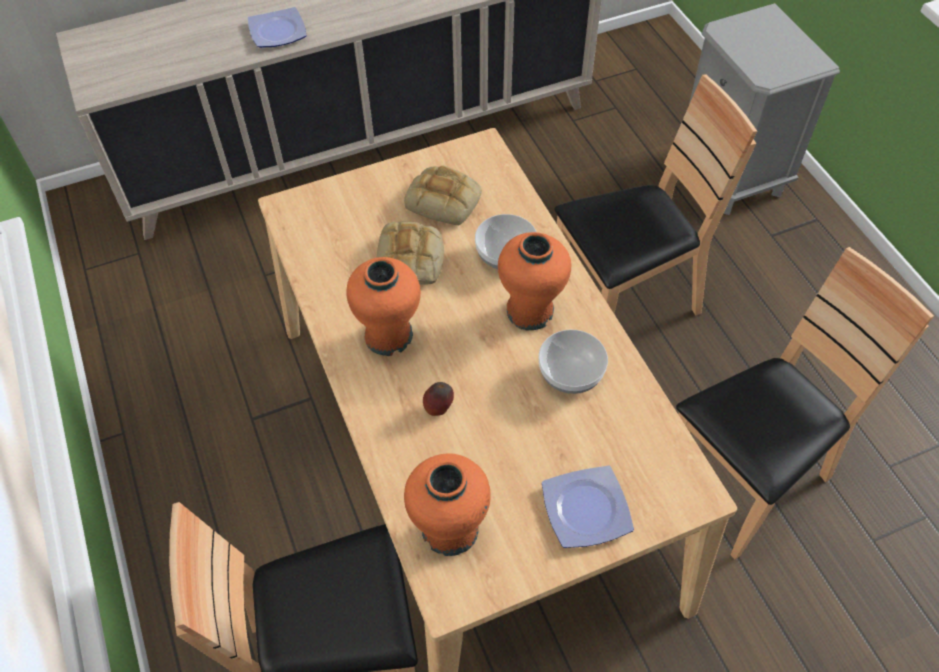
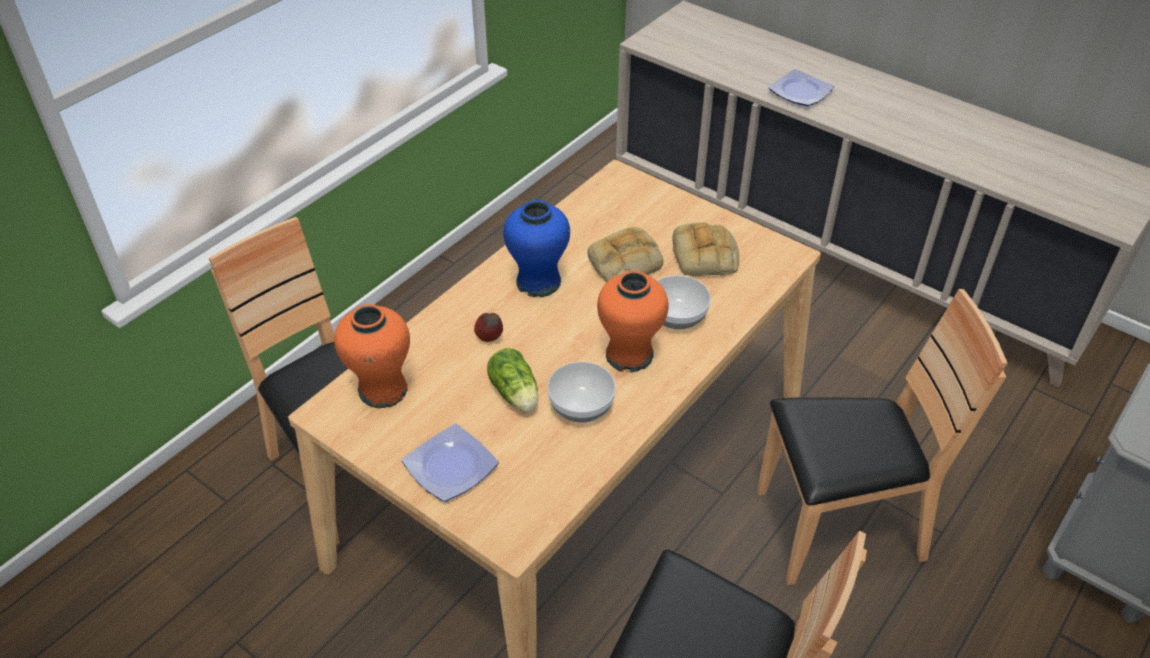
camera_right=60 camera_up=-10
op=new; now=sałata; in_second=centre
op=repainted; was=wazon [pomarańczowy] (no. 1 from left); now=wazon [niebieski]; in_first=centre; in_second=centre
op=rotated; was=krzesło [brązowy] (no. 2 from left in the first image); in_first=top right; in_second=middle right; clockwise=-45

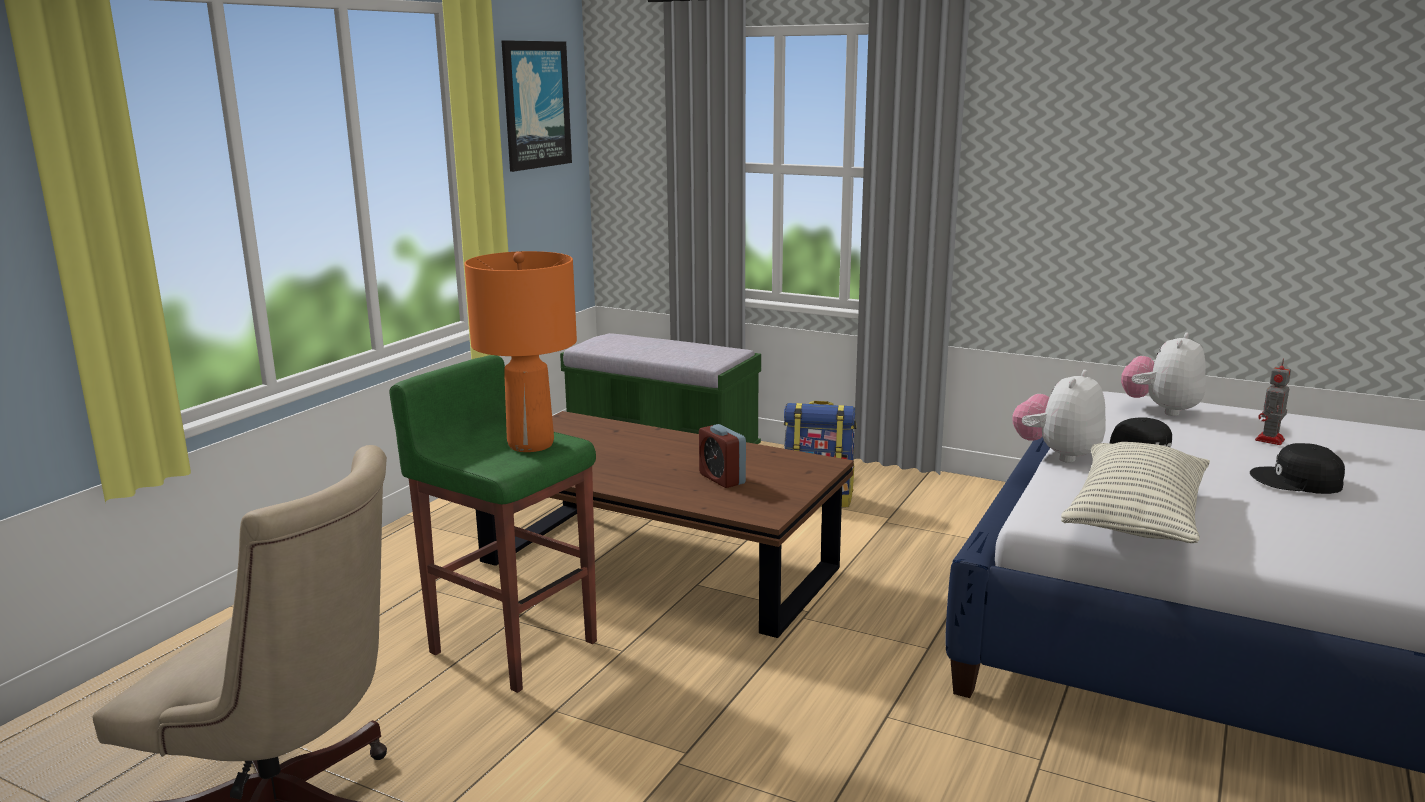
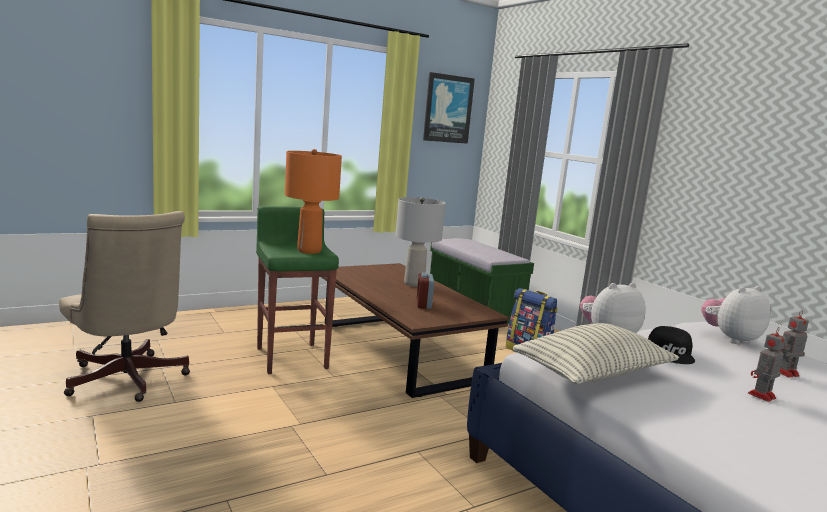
camera_right=30 camera_up=-5
op=new; now=lampa stołowa [szary]; in_second=centre
op=swapped; was=czapka z daszkiem [czarny] (no. 2 from left); now=robot zabawkowy (no. 1 from left); in_first=middle right; in_second=bottom right

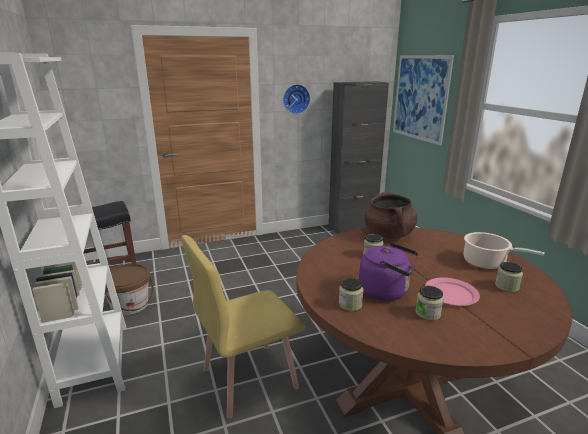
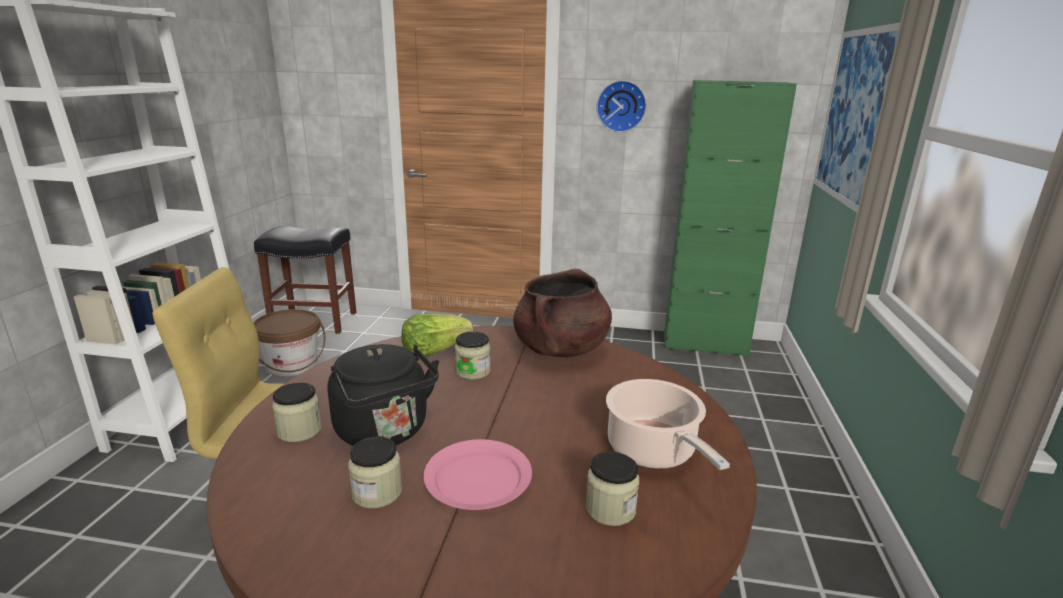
camera_right=30 camera_up=0
op=repainted; was=czajnik [fioletowy]; now=czajnik [czarny]; in_first=centre; in_second=centre
op=new; now=sałata; in_second=centre
op=repainted; was=szafka [czarny]; now=szafka [zielony]; in_first=centre; in_second=middle right

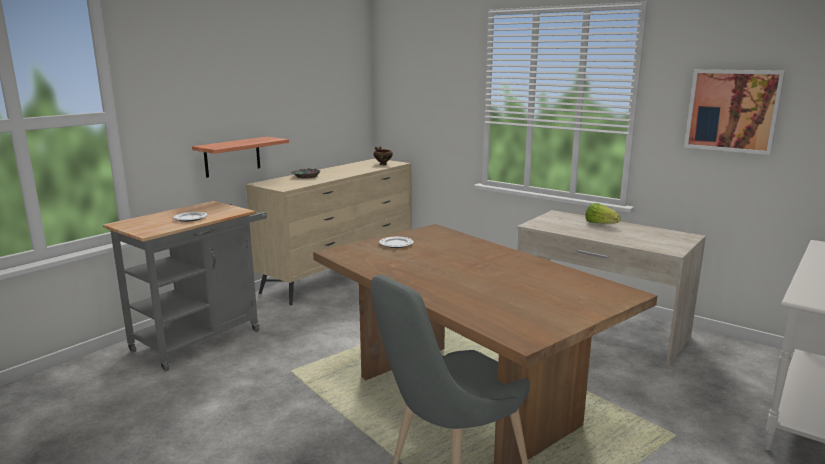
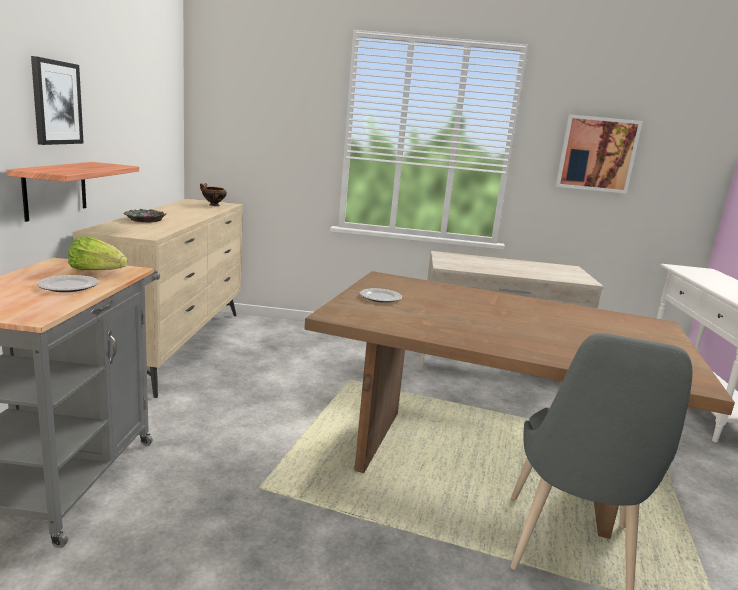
camera_right=-35 camera_up=0
op=new; now=obraz (no. 1 from left); in_second=top left
op=shifted; was=sałata; in_first=middle right; in_second=middle left

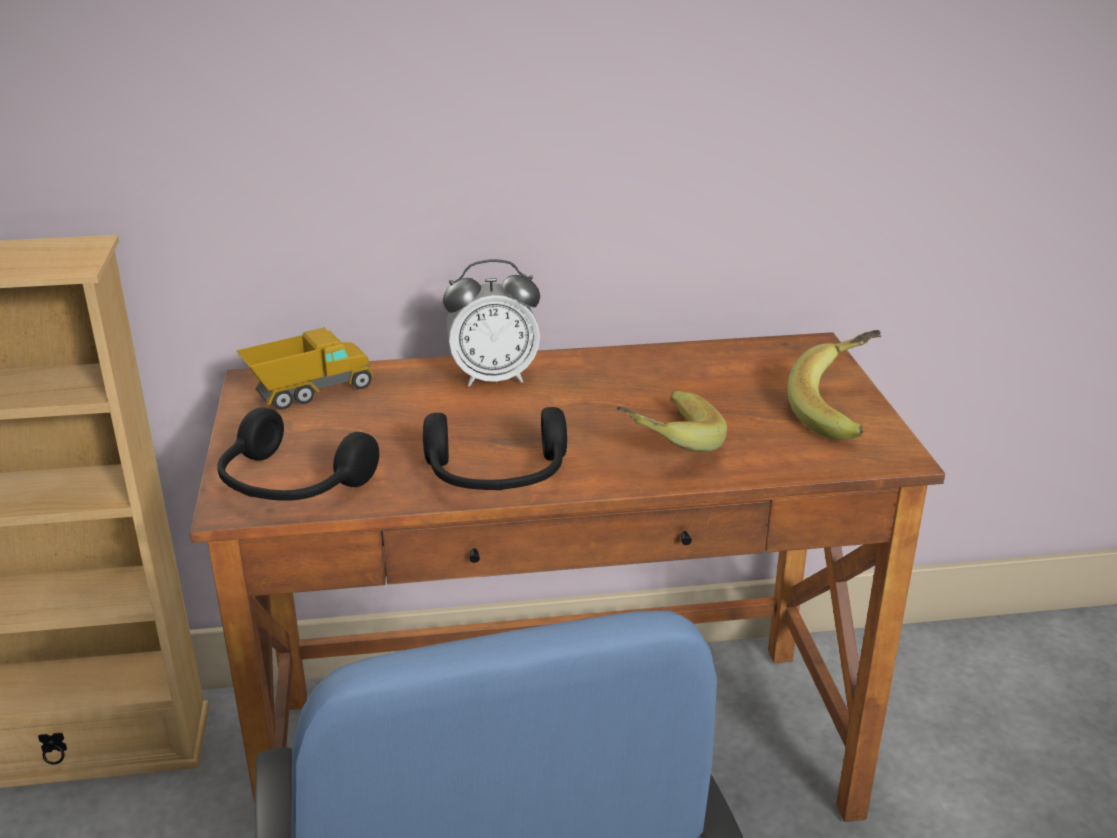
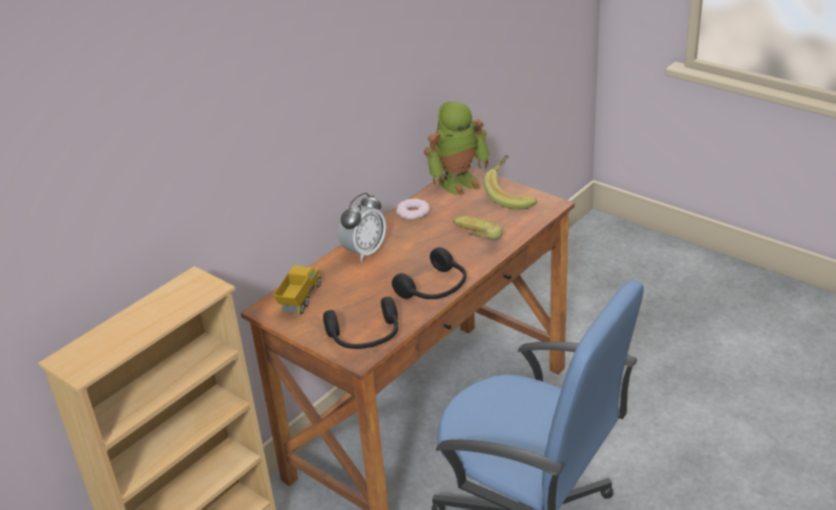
camera_right=-40 camera_up=5
op=new; now=donut; in_second=centre
op=new; now=robot zabawkowy; in_second=top centre

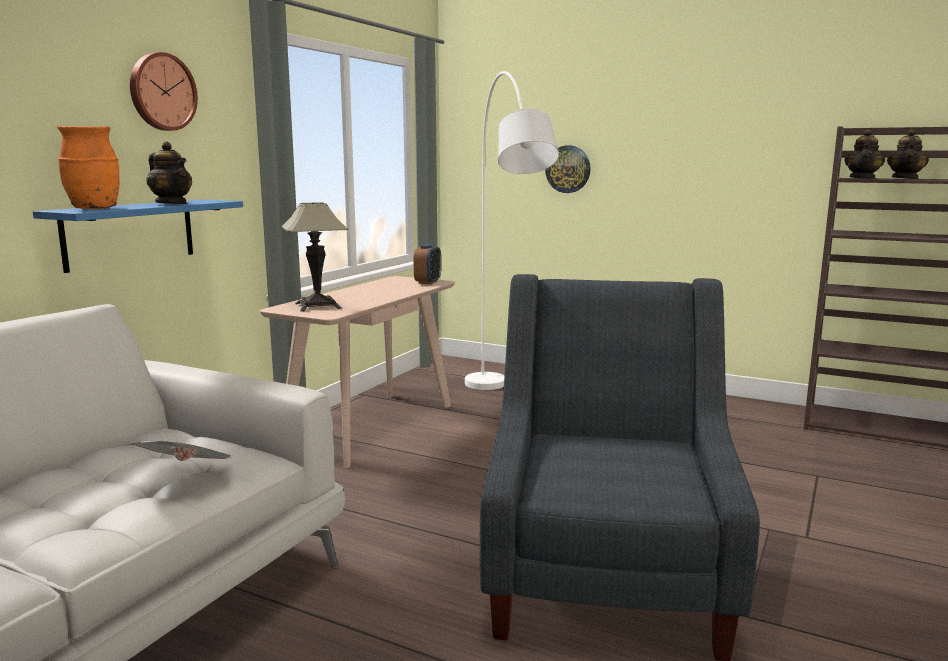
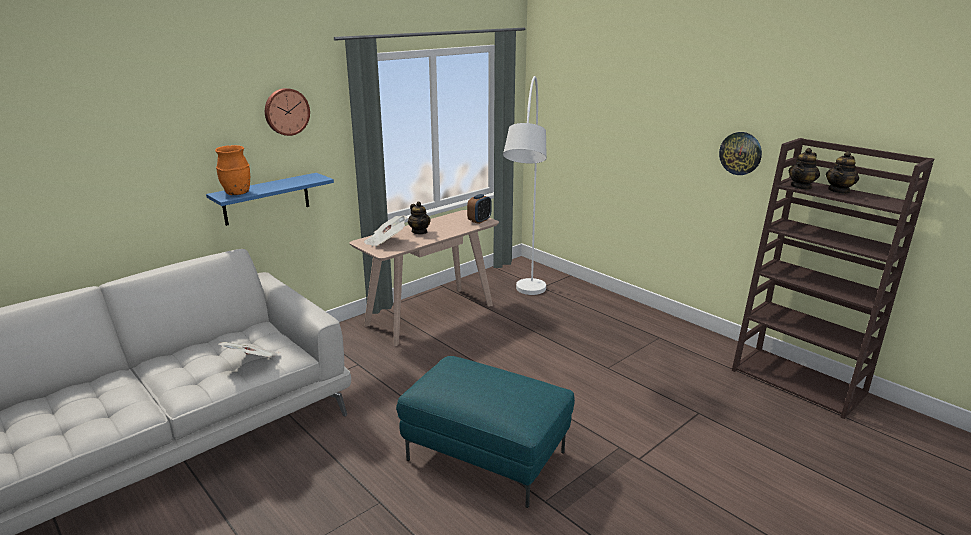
camera_right=20 camera_up=10
op=swapped; was=lampa stołowa; now=gazeta (no. 2 from left); in_first=middle left; in_second=centre
op=swapped; was=fotel [szary]; now=pufa [turkusowy]; in_first=bottom centre; in_second=bottom centre
op=shifted; was=imbryk (no. 1 from left); in_first=top left; in_second=centre
op=shifted; was=zegar ścienny (no. 2 from left); in_first=top centre; in_second=top right

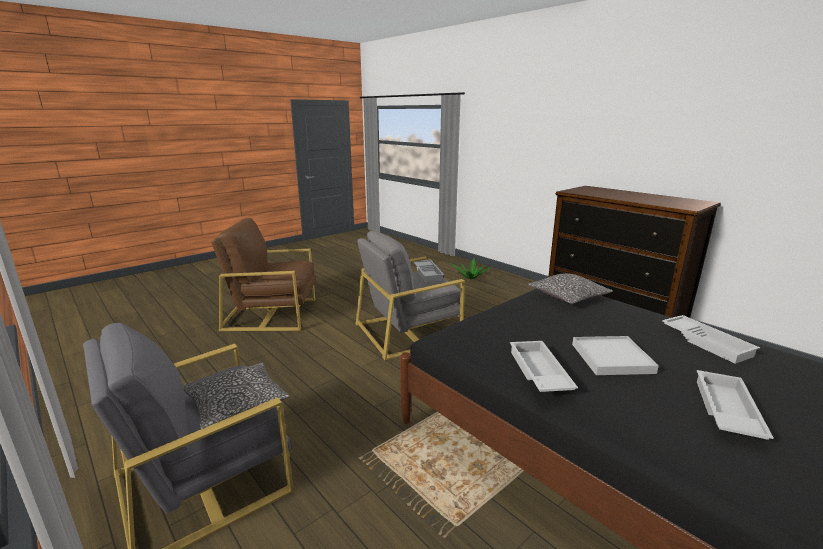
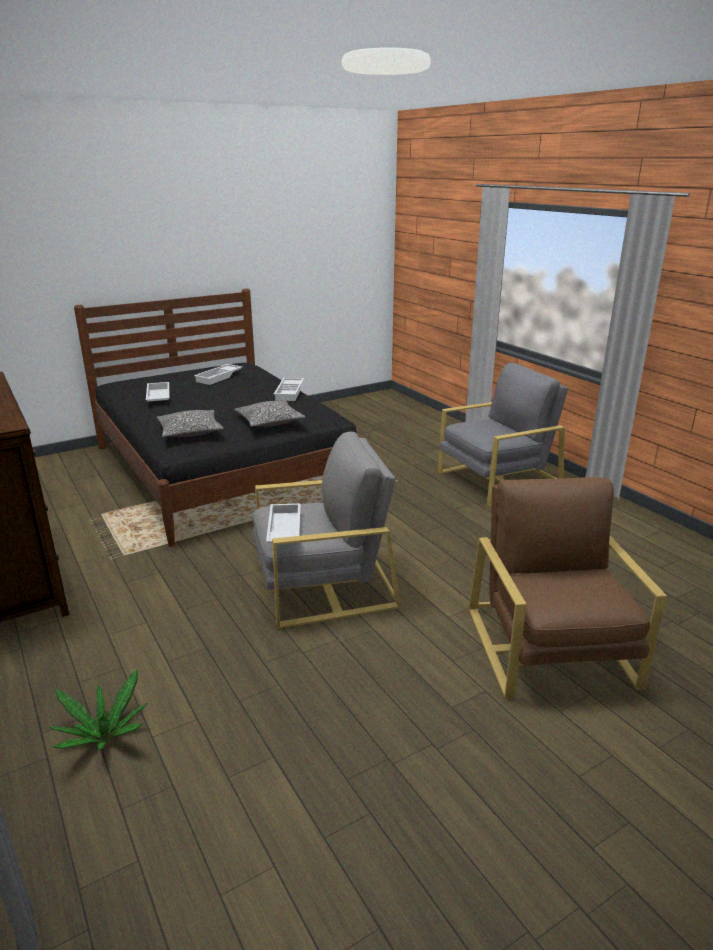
camera_right=-170 camera_up=5
op=shifted; was=poduszka (no. 1 from left in the first image); now=poduszka (no. 2 from left); in_first=bottom left; in_second=centre
op=rotated; was=fotel [brązowy]; in_first=middle left; in_second=middle right; clockwise=-105
op=gone; was=taca [biały] (no. 3 from left); in_first=middle right

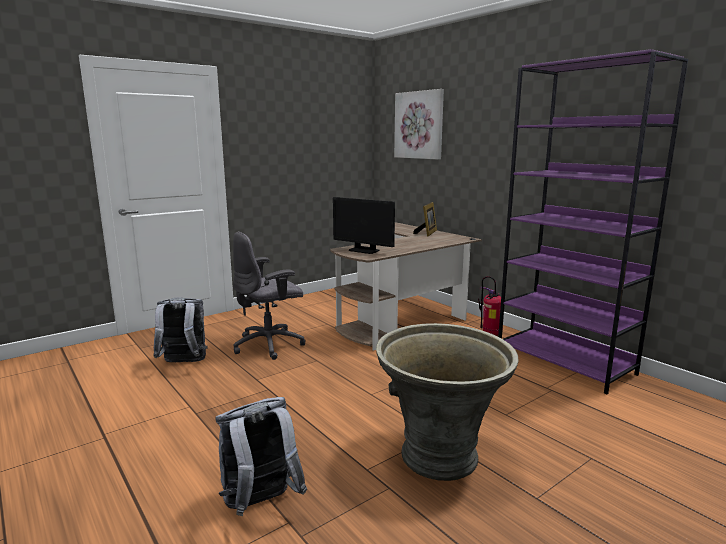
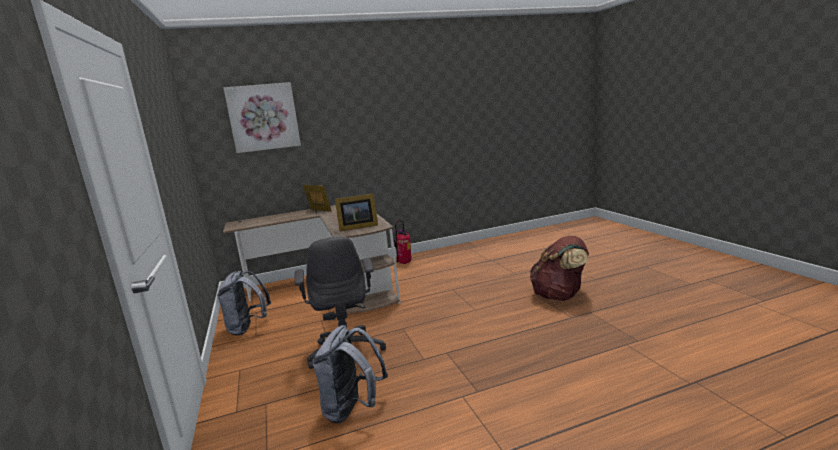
camera_right=-70 camera_up=0
op=shifted; was=plecak [szary] (no. 2 from left in the first image); now=plecak [szary] (no. 1 from left); in_first=bottom centre; in_second=bottom left
op=swapped; was=monitor; now=ramka na zdjęcie (no. 2 from left); in_first=centre; in_second=centre
op=swapped; was=donica [szary]; now=plecak [brązowy]; in_first=bottom centre; in_second=middle right
op=gone; was=regał [fioletowy]; in_first=middle right

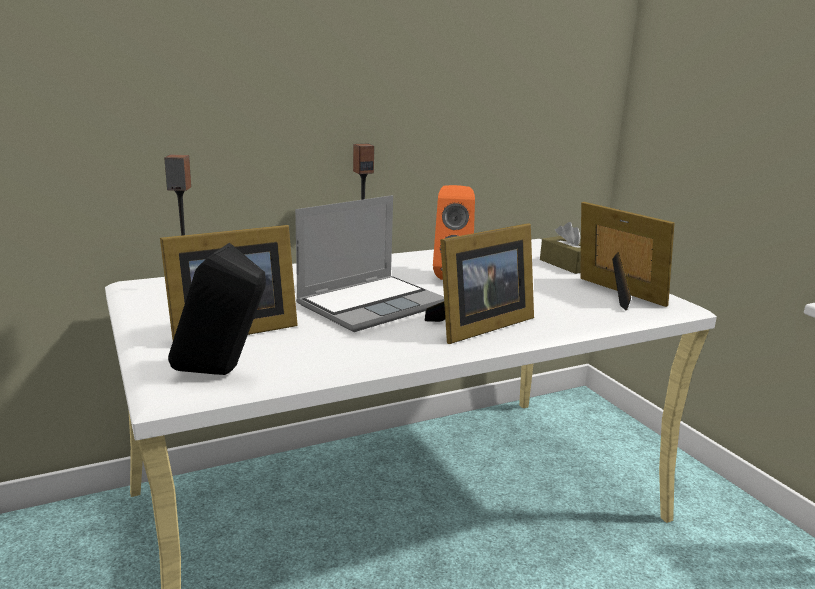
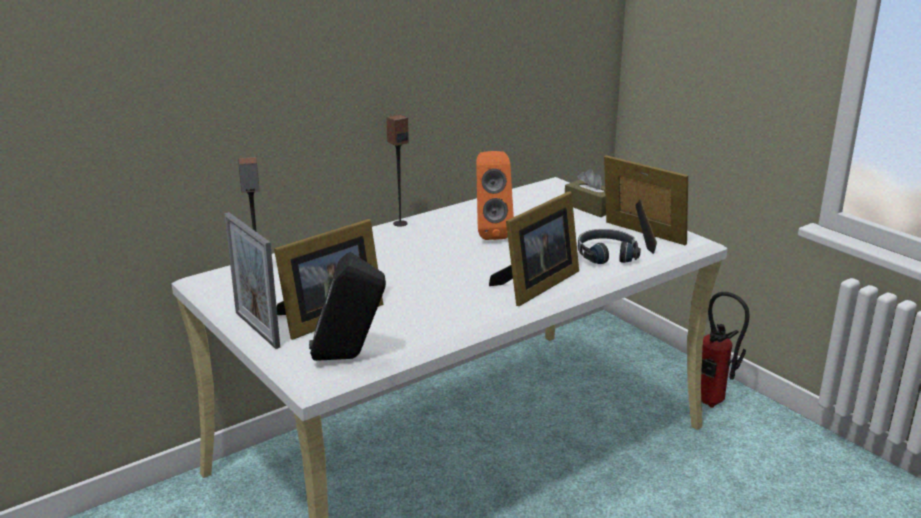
camera_right=-10 camera_up=5
op=new; now=ramka na zdjęcie (no. 1 from left); in_second=middle left
op=new; now=słuchawki [czarny]; in_second=centre
op=new; now=gaśnica; in_second=bottom right
op=gone; was=laptop; in_first=centre

